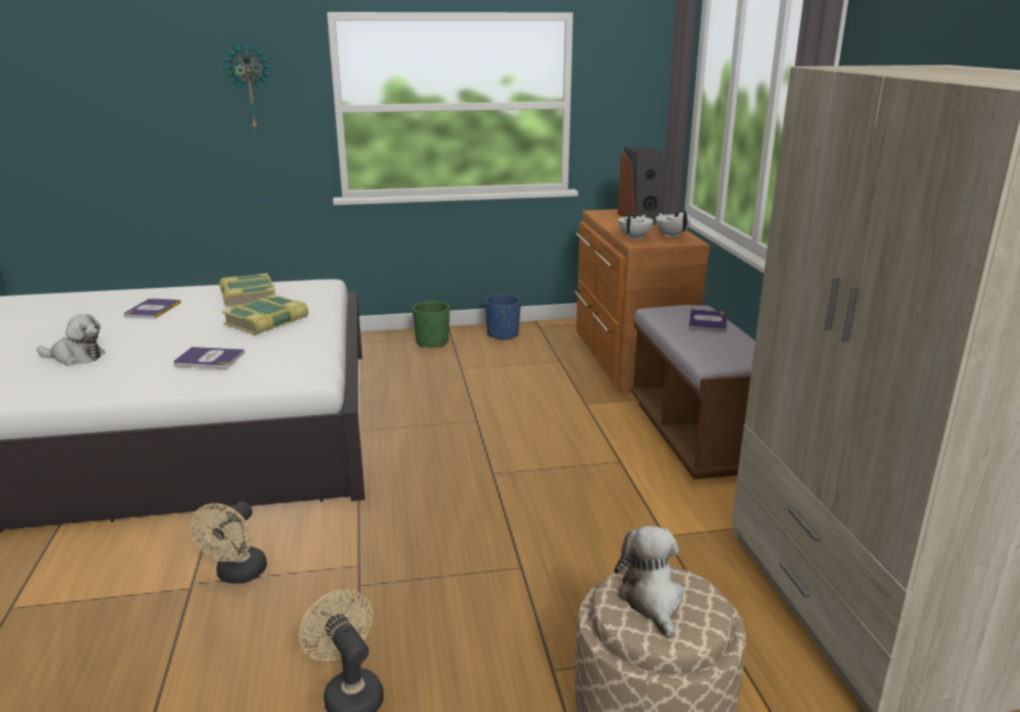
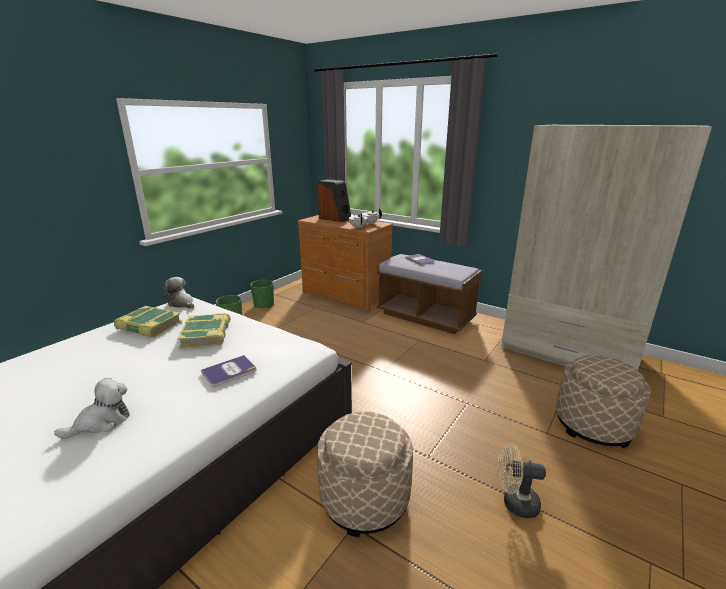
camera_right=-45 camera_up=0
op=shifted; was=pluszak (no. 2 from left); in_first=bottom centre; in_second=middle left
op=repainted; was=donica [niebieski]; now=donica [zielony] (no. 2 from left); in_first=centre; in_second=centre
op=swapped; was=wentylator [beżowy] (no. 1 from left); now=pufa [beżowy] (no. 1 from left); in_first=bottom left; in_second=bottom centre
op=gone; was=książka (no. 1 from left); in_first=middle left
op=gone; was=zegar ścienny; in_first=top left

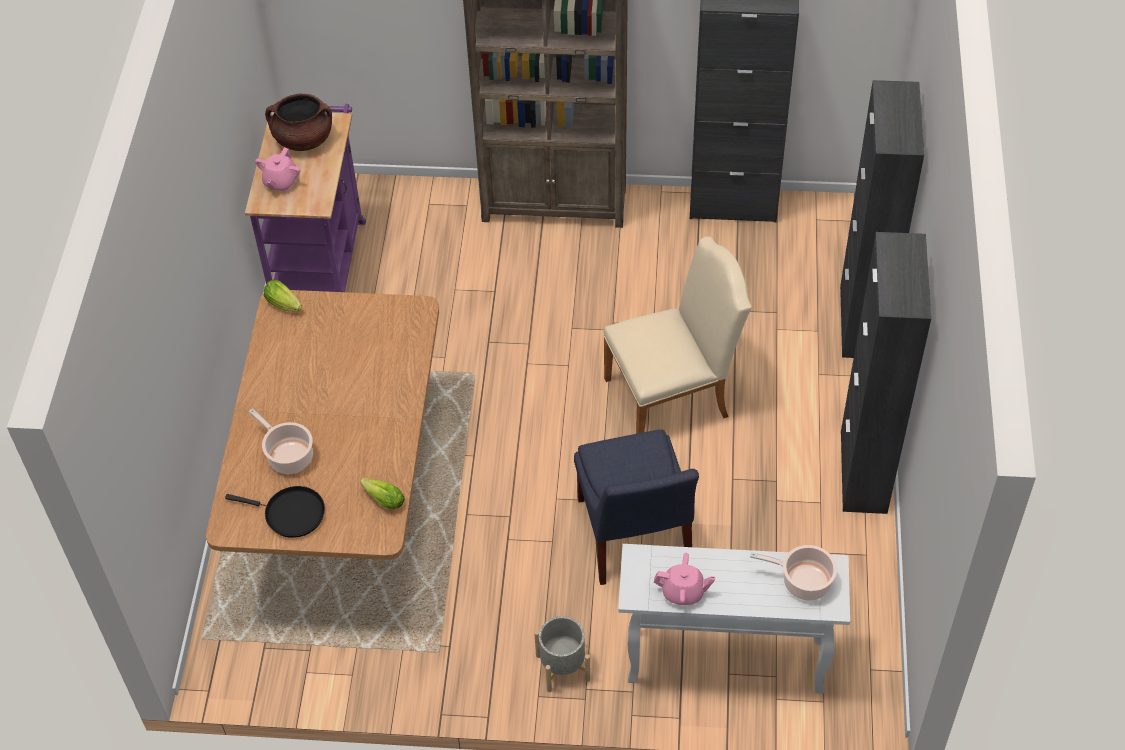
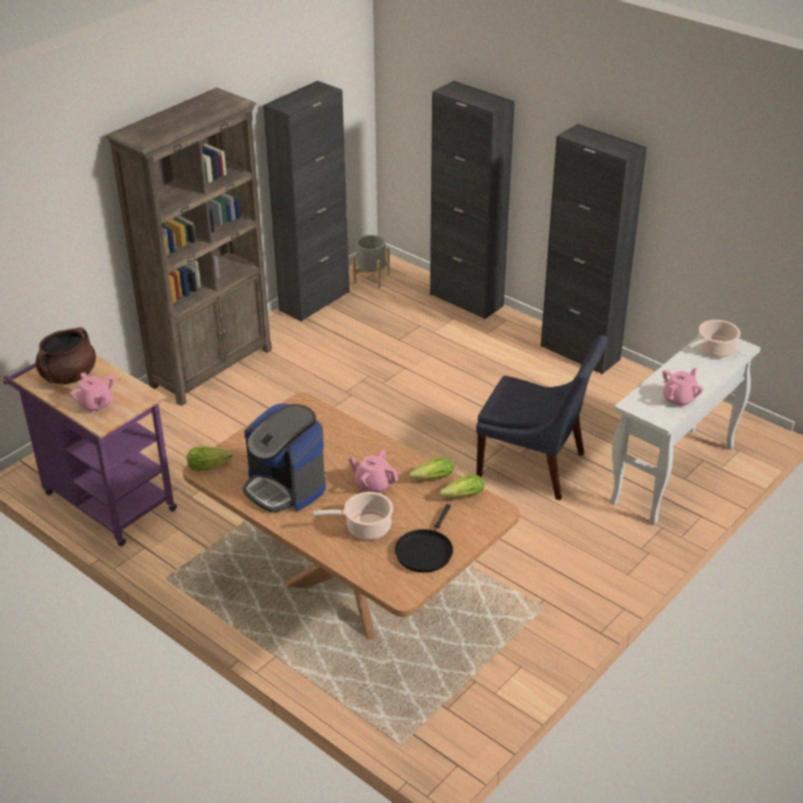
camera_right=-55 camera_up=-15
op=new; now=ekspres do kawy; in_second=centre
op=new; now=imbryk [różowy] (no. 2 from left); in_second=centre
op=shifted; was=donica [szary]; in_first=bottom centre; in_second=top centre
op=rotated; was=patelnia [czarny]; in_first=bottom left; in_second=bottom centre; clockwise=150
op=new; now=sałata (no. 2 from left); in_second=centre
op=gone; was=krzesło [beżowy]; in_first=centre

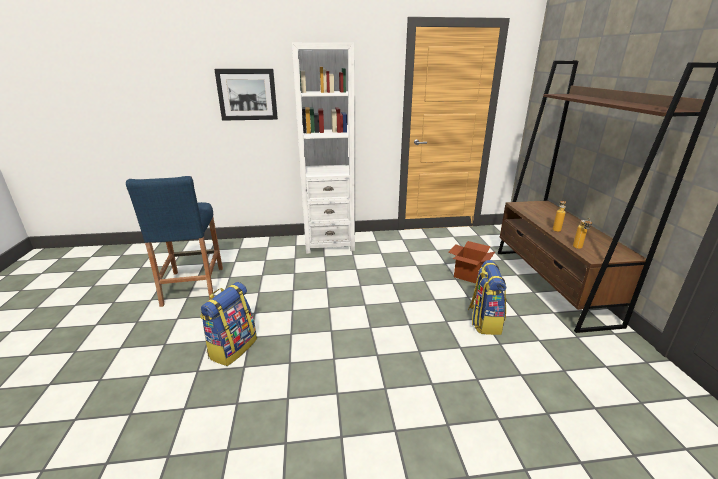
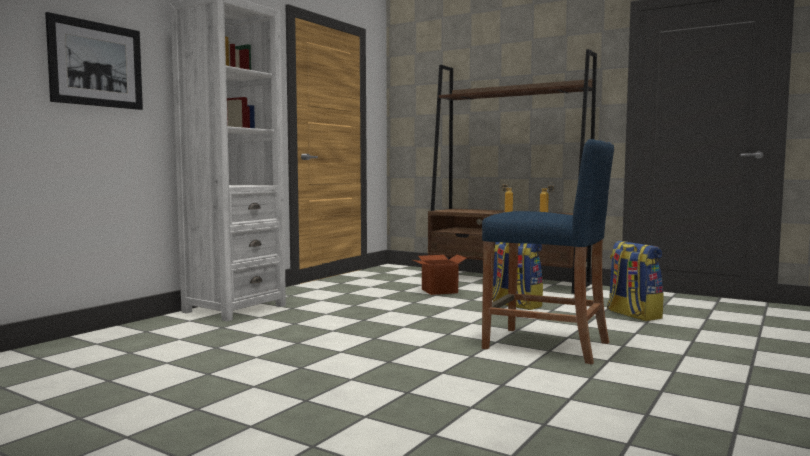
camera_right=-50 camera_up=-20
op=shifted; was=stołek [niebieski]; in_first=middle left; in_second=middle right
op=shifted; was=plecak (no. 1 from left in the first image); now=plecak (no. 2 from left); in_first=bottom left; in_second=middle right

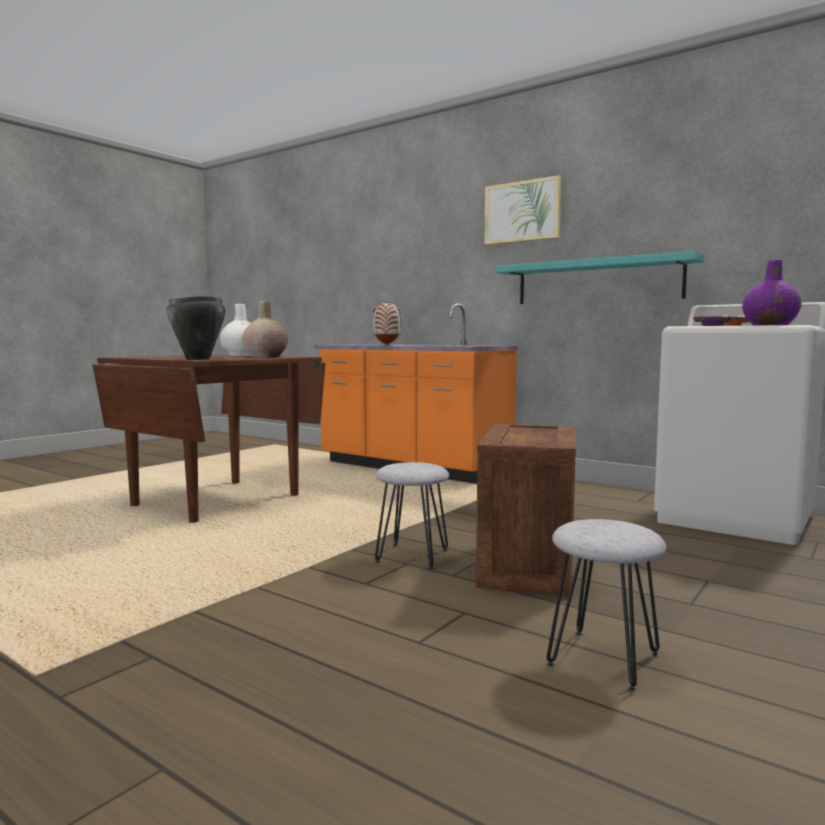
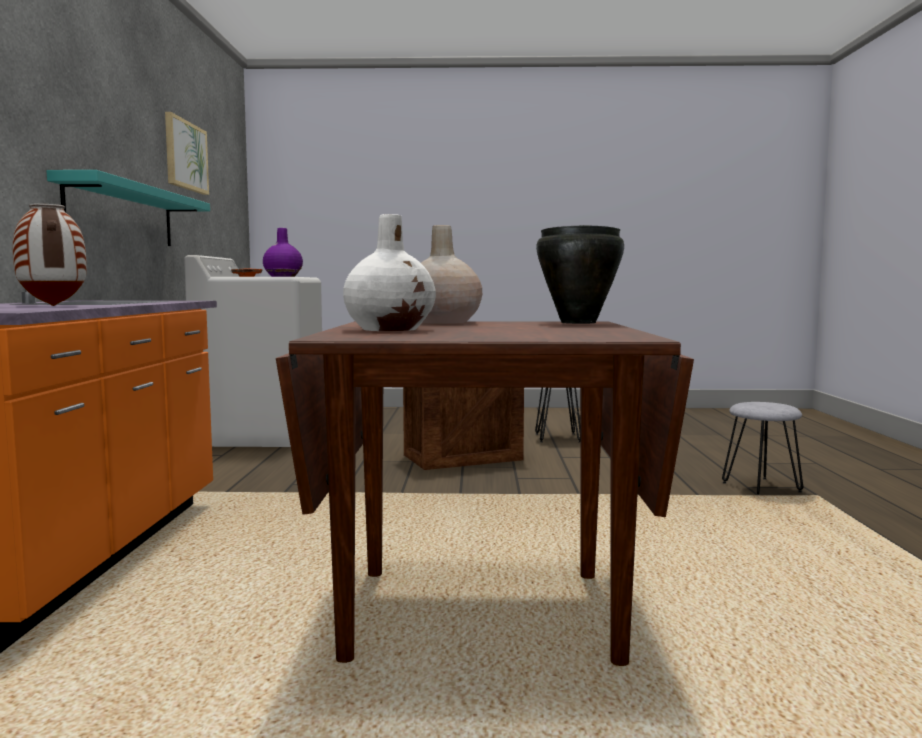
camera_right=-125 camera_up=0
op=shifted; was=obraz; in_first=top centre; in_second=top left
op=shifted; was=stołek [szary] (no. 1 from left in the first image); now=stołek [szary] (no. 2 from left); in_first=centre; in_second=middle right

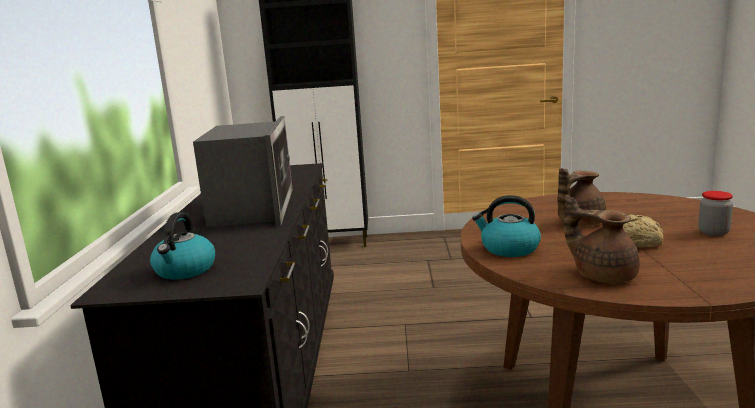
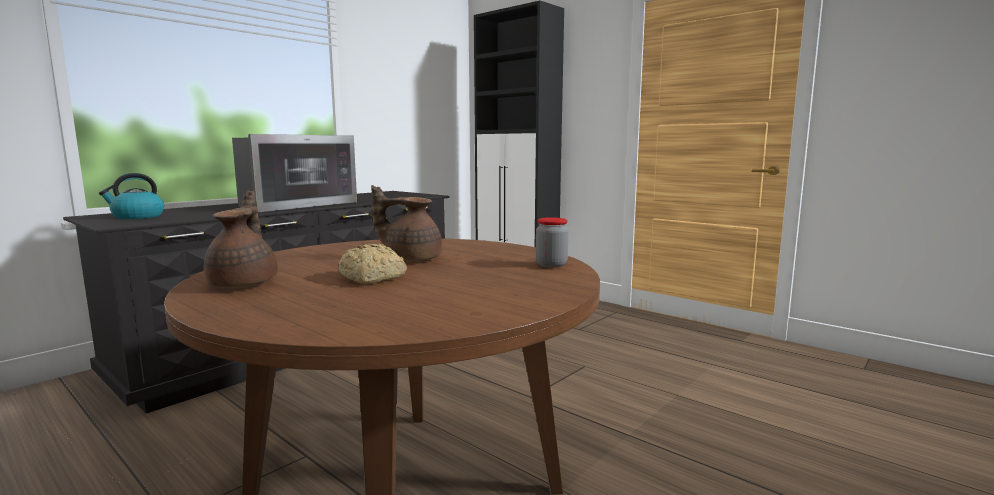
camera_right=40 camera_up=-5
op=shifted; was=słoik; in_first=middle right; in_second=centre
op=gone; was=czajnik (no. 2 from left); in_first=middle right

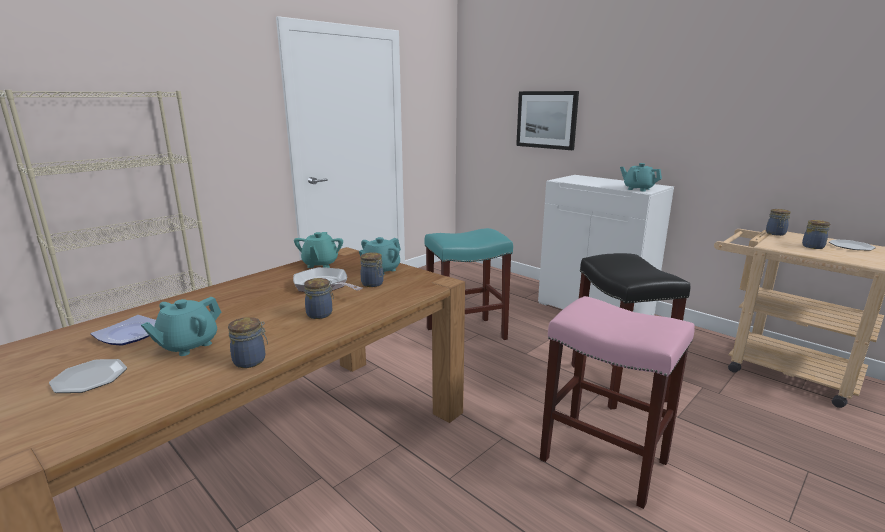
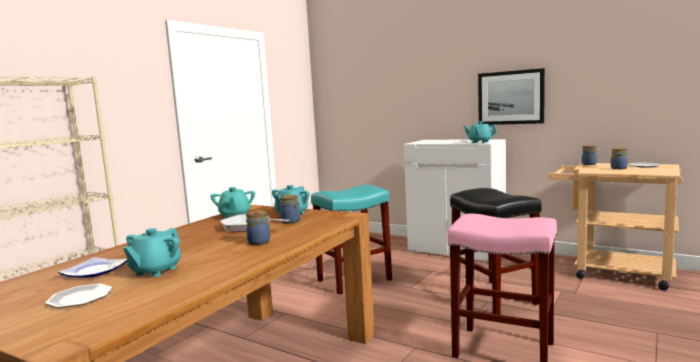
camera_right=-10 camera_up=-10
op=shifted; was=obraz; in_first=top centre; in_second=top right
op=gone; was=słoik (no. 1 from left); in_first=middle left

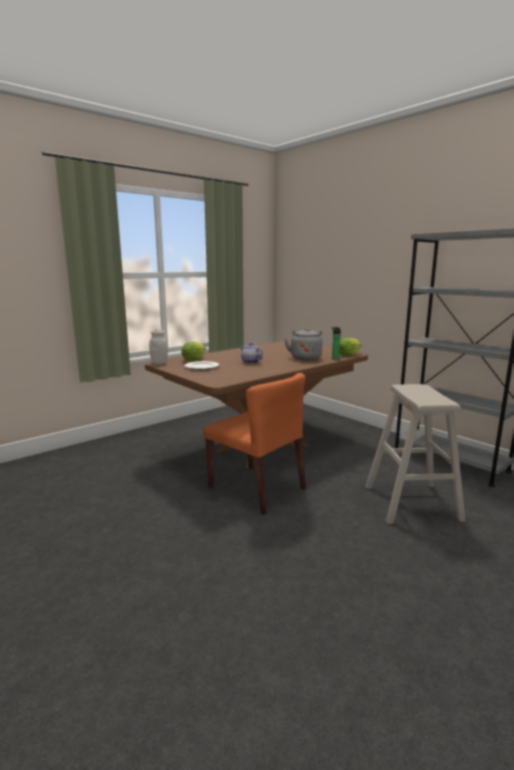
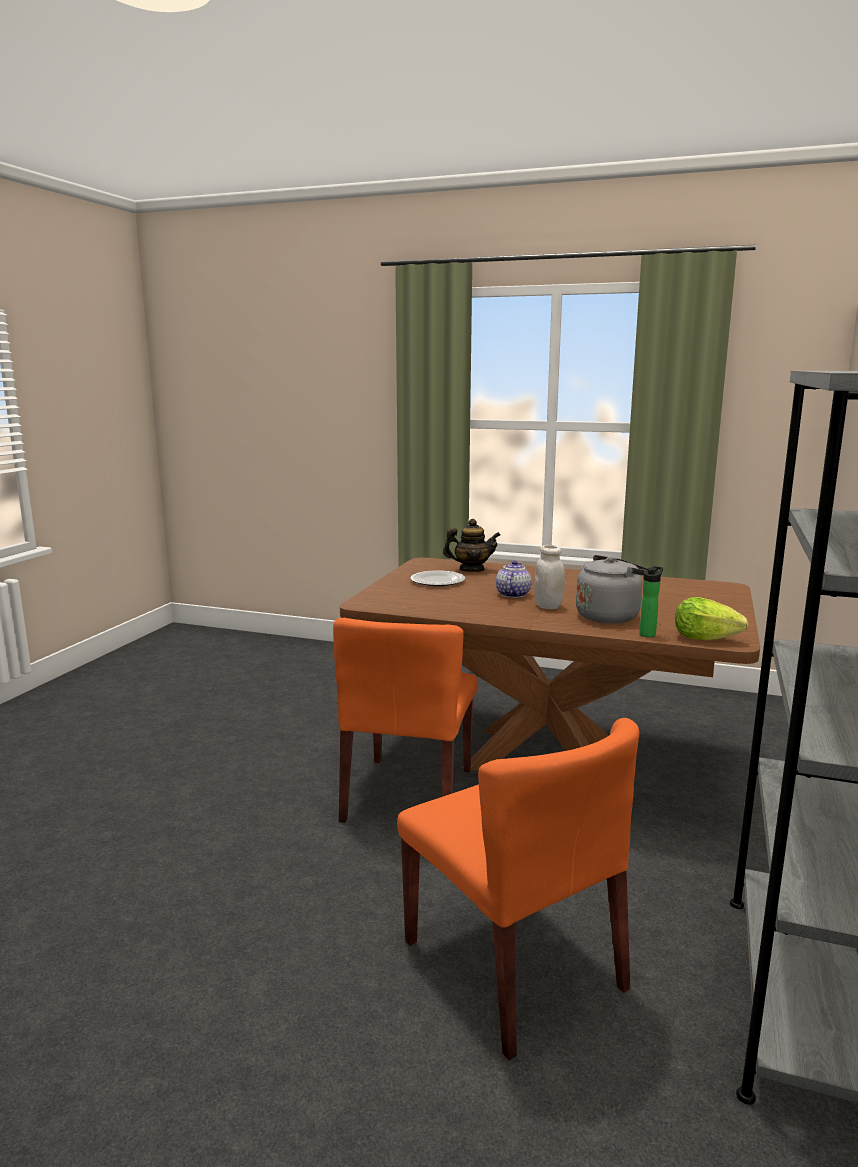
camera_right=60 camera_up=0
op=swapped; was=stołek [beżowy]; now=krzesło [pomarańczowy] (no. 2 from left); in_first=middle right; in_second=bottom centre
op=swapped; was=sałata (no. 1 from left); now=imbryk (no. 1 from left); in_first=centre; in_second=centre
op=shifted; was=słoik [biały]; in_first=middle left; in_second=centre

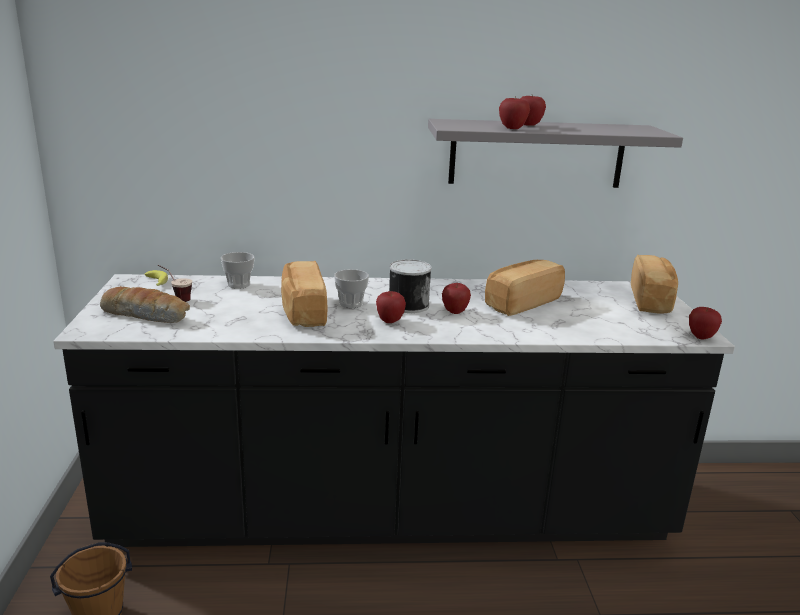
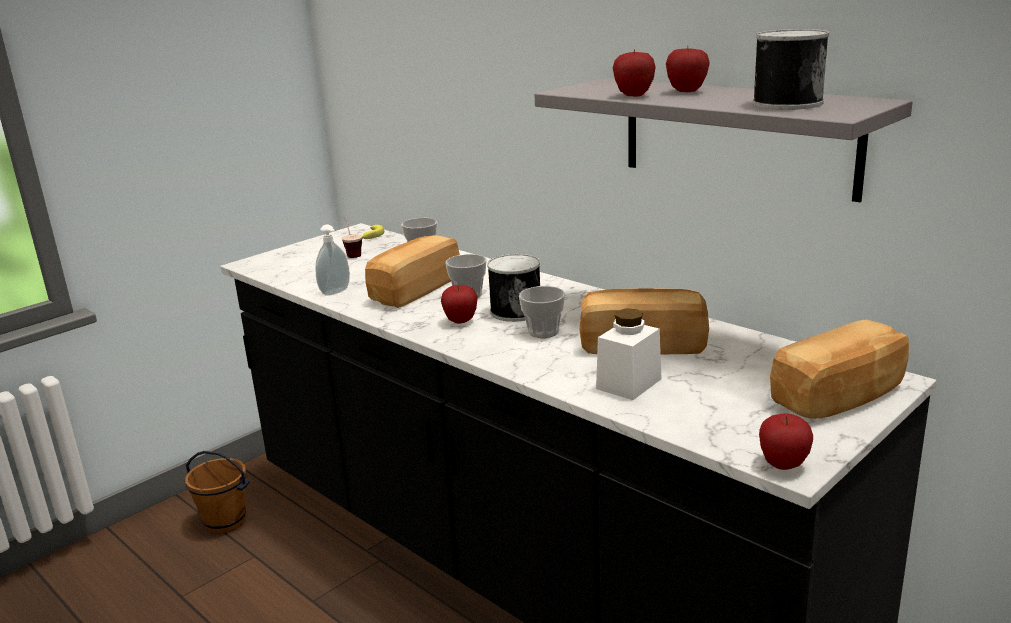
camera_right=50 camera_up=0
op=new; now=dozownik mydła; in_second=middle left
op=swapped; was=jabłko (no. 2 from left); now=filiżanka (no. 4 from left); in_first=centre; in_second=centre
op=new; now=słoik [biały]; in_second=centre
op=new; now=puszka (no. 2 from left); in_second=top right
op=gone; was=chleb (no. 1 from left); in_first=middle left

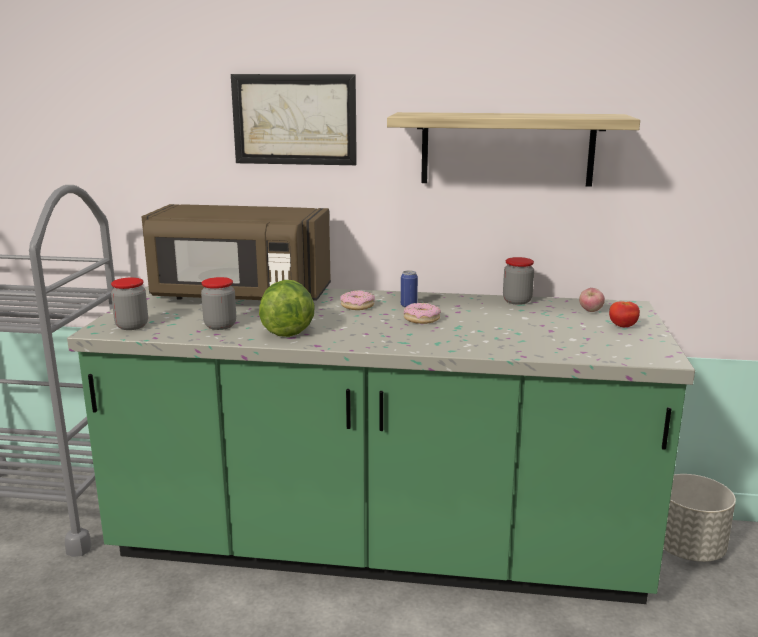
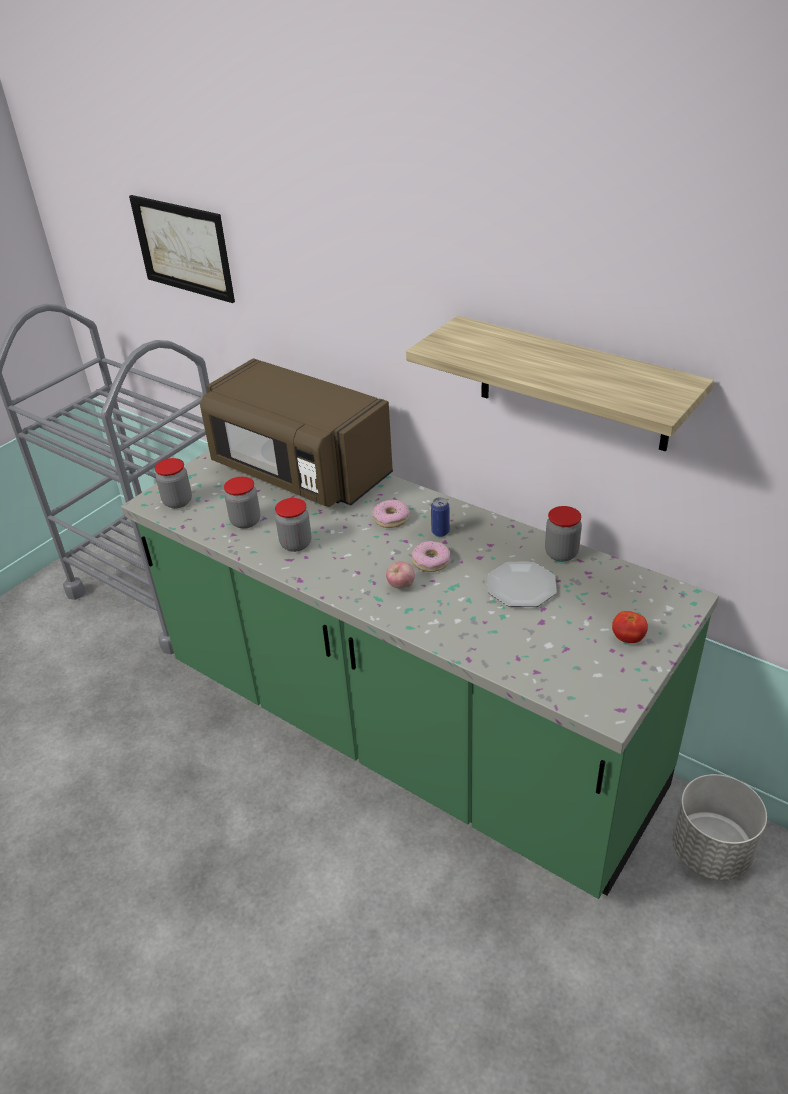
camera_right=30 camera_up=20
op=shifted; was=obraz; in_first=top centre; in_second=top left
op=swapped; was=sałata; now=słoik (no. 3 from left); in_first=centre; in_second=centre
op=shifted; was=jabłko; in_first=middle right; in_second=centre
op=new; now=talerz; in_second=centre

